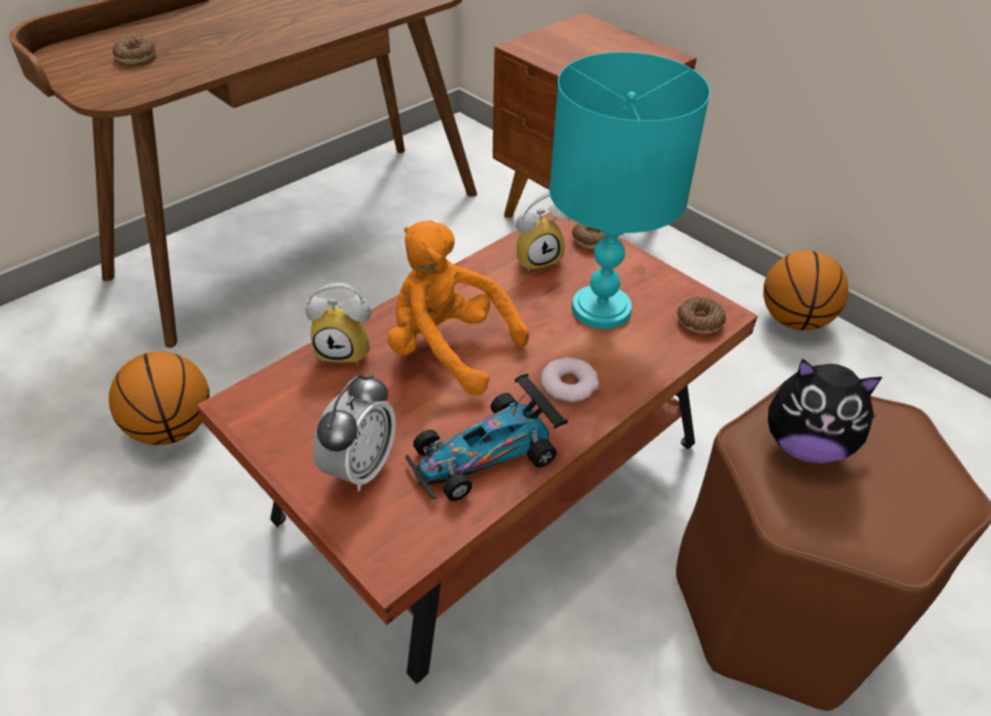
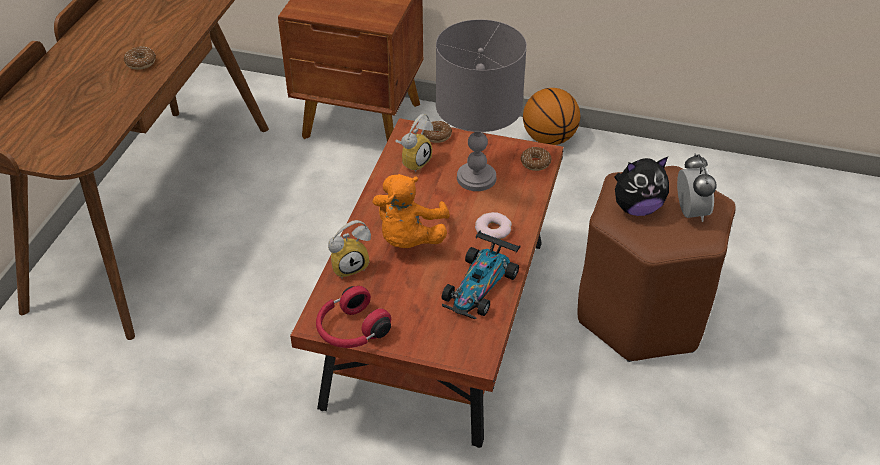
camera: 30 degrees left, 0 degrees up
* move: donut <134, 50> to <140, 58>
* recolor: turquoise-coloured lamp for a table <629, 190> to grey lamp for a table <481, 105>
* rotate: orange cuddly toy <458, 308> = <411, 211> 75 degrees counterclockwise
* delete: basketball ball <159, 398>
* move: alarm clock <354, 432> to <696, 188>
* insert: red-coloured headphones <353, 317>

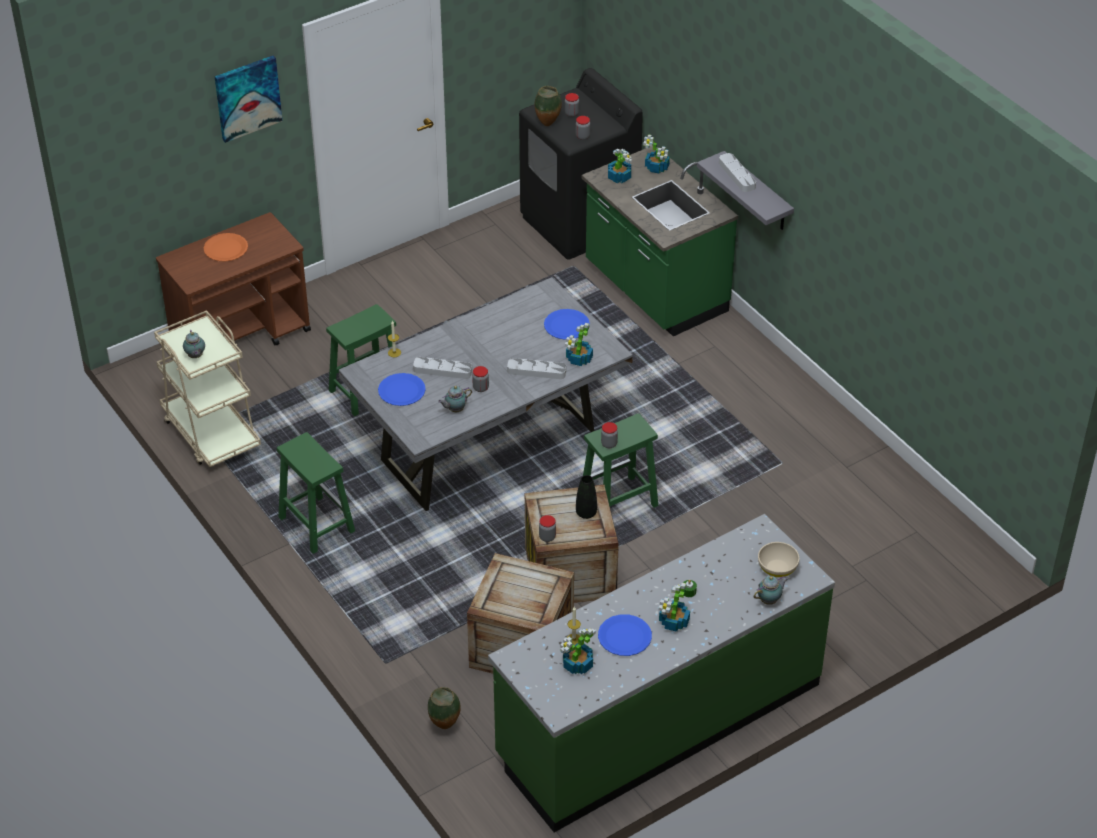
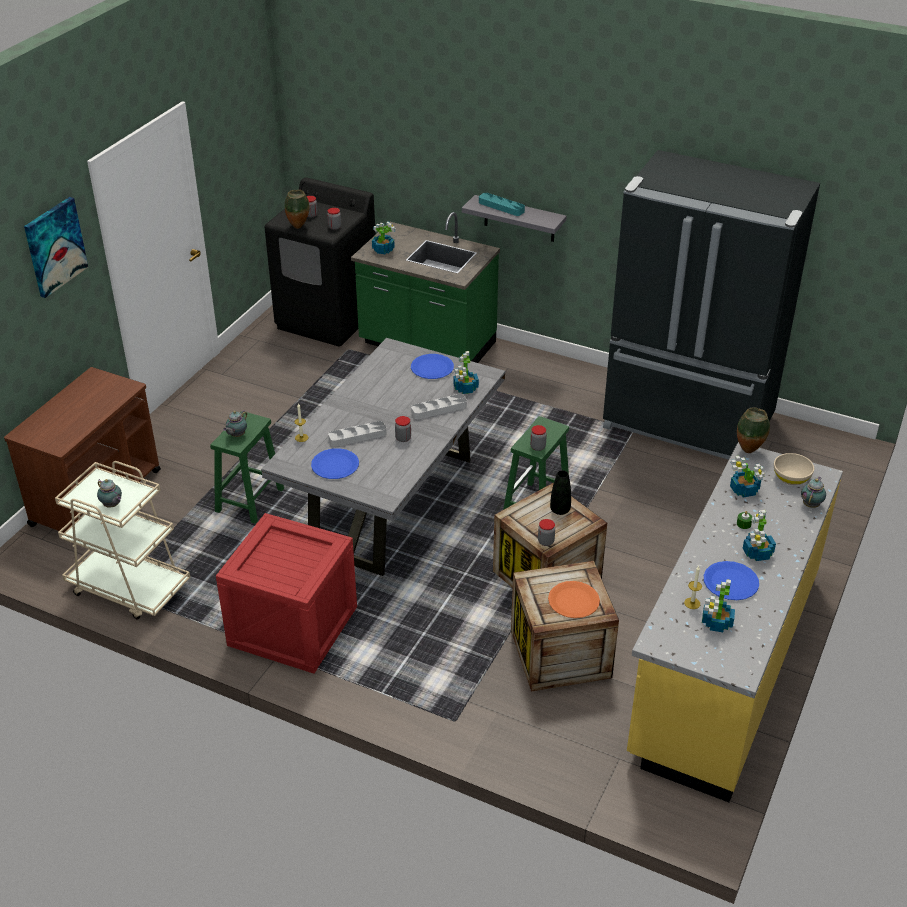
camera: 30 degrees left, 5 degrees down
* move: plant in a pot <656, 154> to <747, 476>
* recolor: grey serving tray <737, 172> to turquoise-coloured serving tray <502, 204>
* move: orange plate <226, 247> to <574, 599>
* move: tea pot <455, 399> to <235, 423>
* replace: green-coloured sitting stool <316, 493> to shipping crate <286, 593>
* recolor: green-coloured kitchen base unit <661, 673> to yellowish kitchen base unit <735, 622>
* move: flower vase <444, 708> to <753, 430>
* insert: blackish kitchen fridge <711, 305>

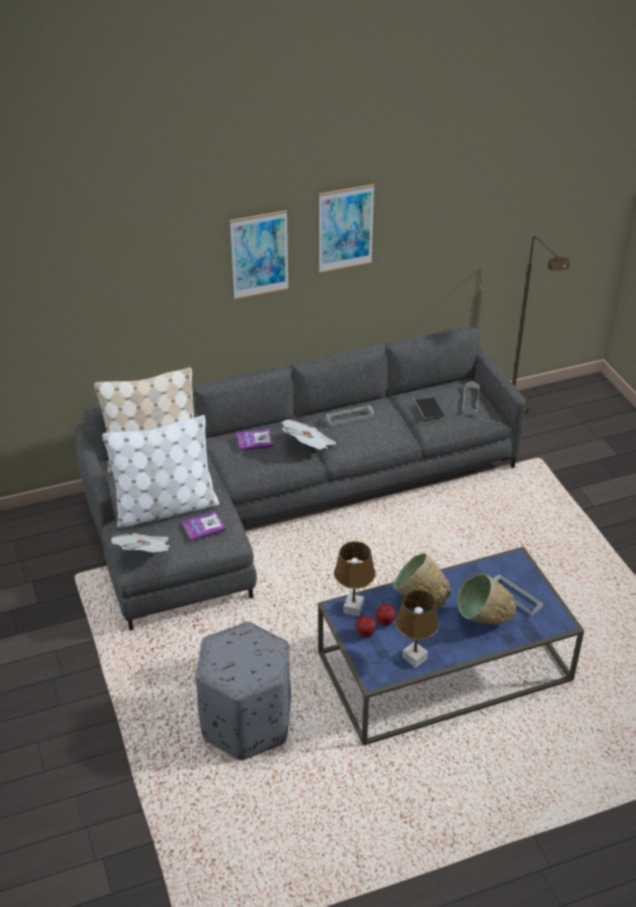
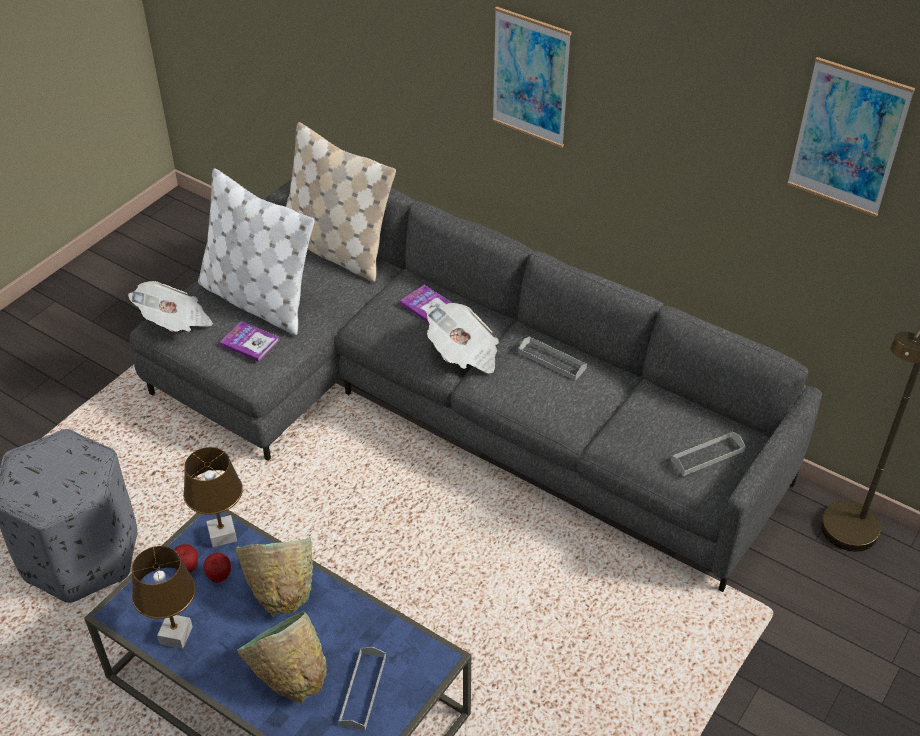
camera: 55 degrees right, 5 degrees up
* move: picture <347, 228> to <851, 137>
* delete: blackish book <429, 408>

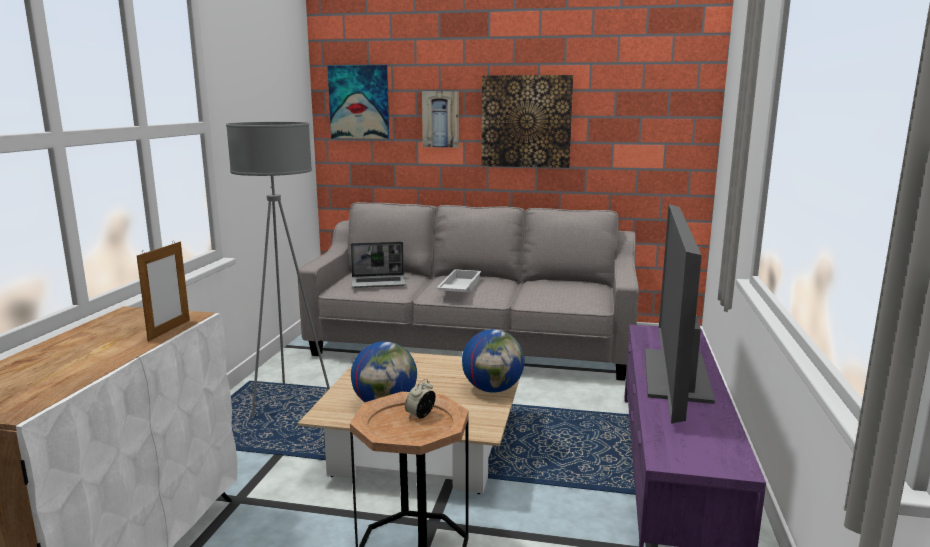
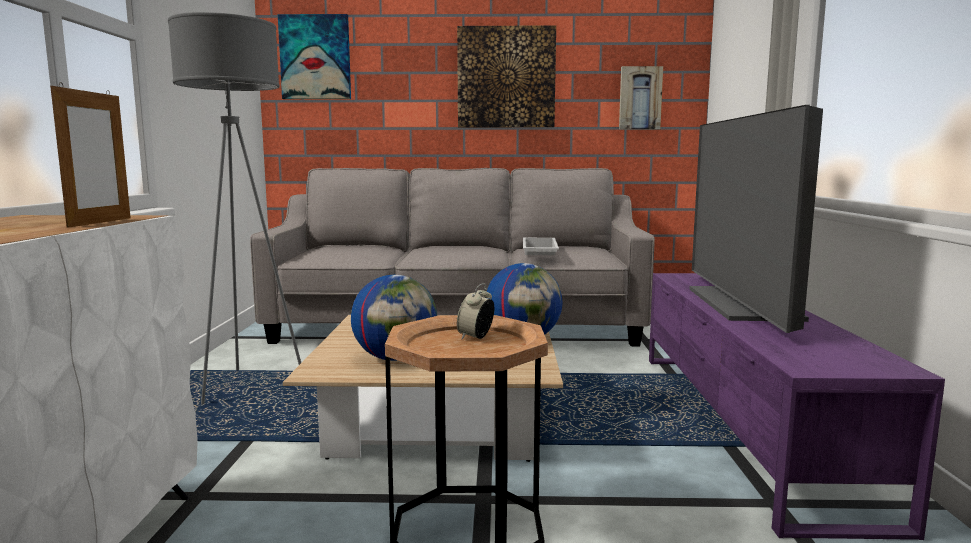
camera: 10 degrees left, 5 degrees down
* move: picture <440, 120> to <641, 97>
* delete: portable computer <378, 265>
* move: white serving tray <458, 280> to <541, 246>

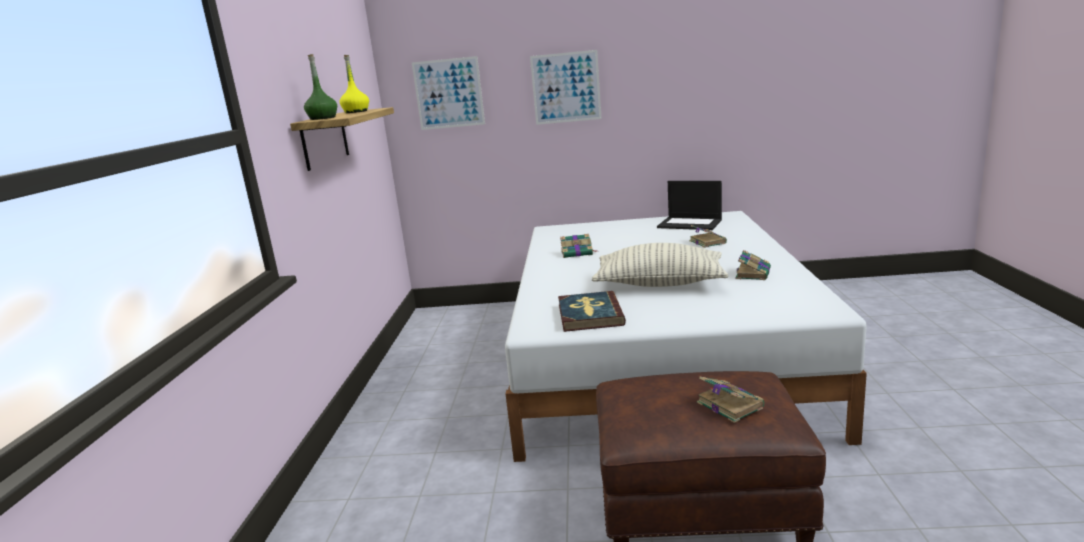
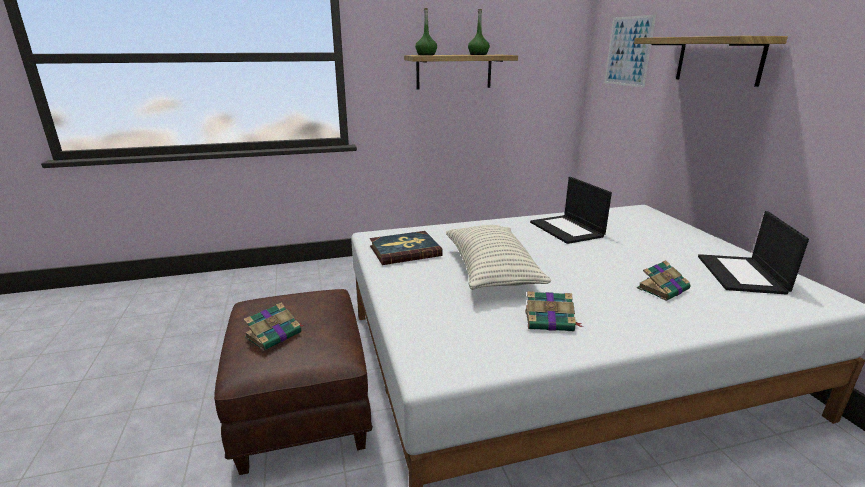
camera: 70 degrees right, 5 degrees up
* replace: picture <566, 87> to wall shelf <711, 61>
* recolor: yellowish beverage bottle <354, 84> to green-coloured beverage bottle <479, 32>
* replace: book <579, 246> to portable computer <571, 210>

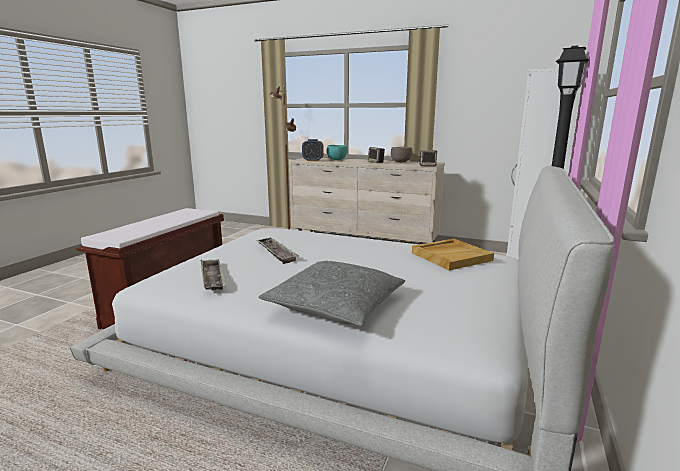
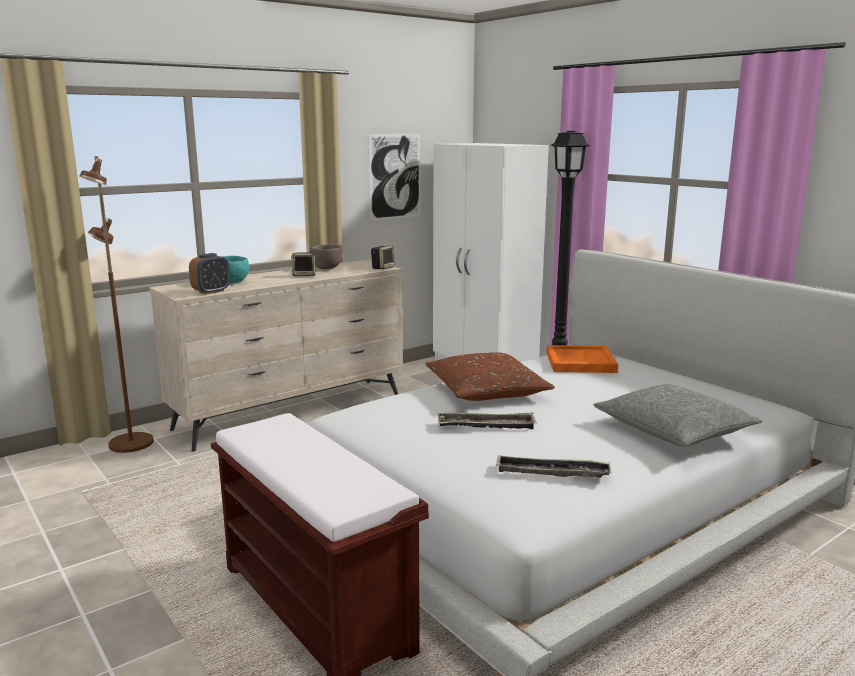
camera: 60 degrees left, 0 degrees up
* recolor: beige-coloured serving tray <453, 254> to orange serving tray <582, 359>
* insert: picture <394, 177>
* insert: brown-coloured pillow <490, 376>

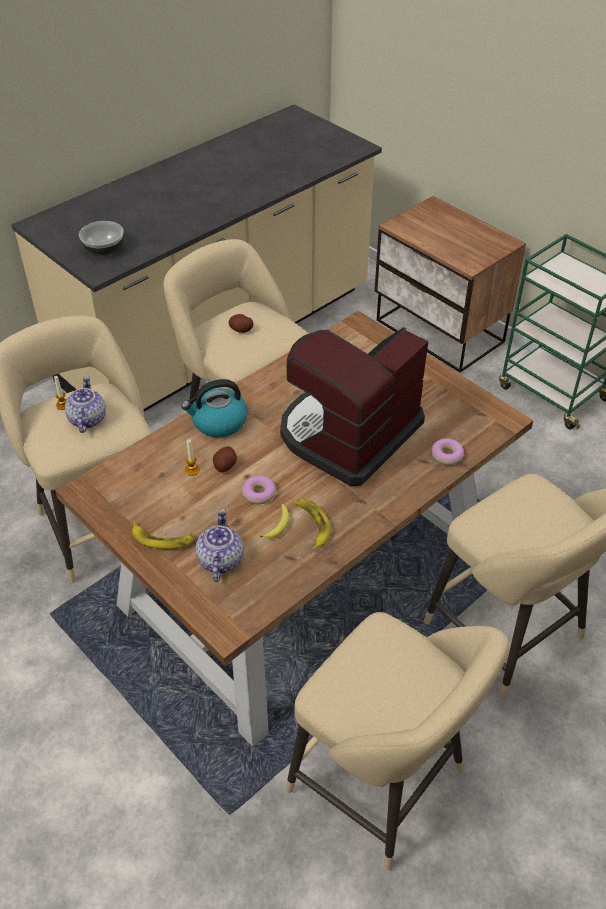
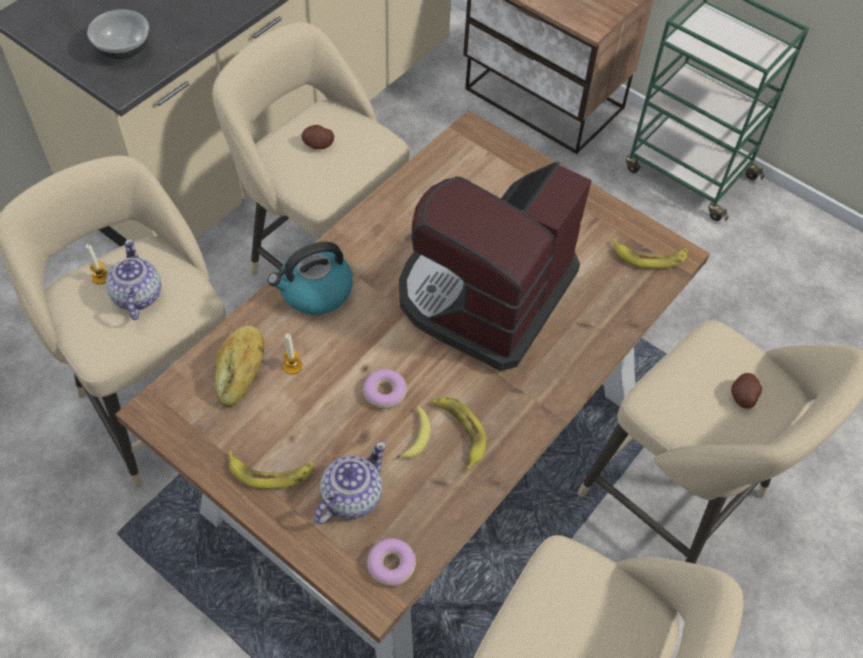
camera: 10 degrees left, 10 degrees up
* move: donut <447, 451> to <391, 562>
* move: potato <225, 459> to <746, 391>
* rotate: tea pot <220, 545> = <350, 483> 45 degrees clockwise
* insert: whole banana <649, 254>
* insert: bread <239, 366>

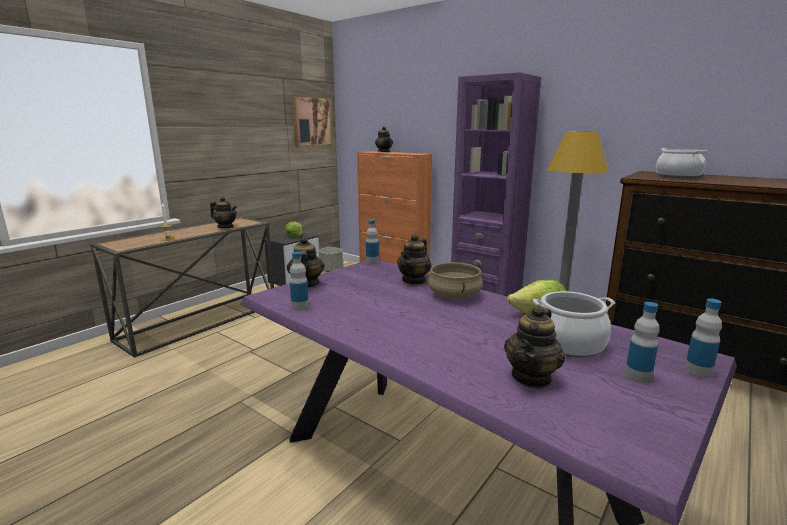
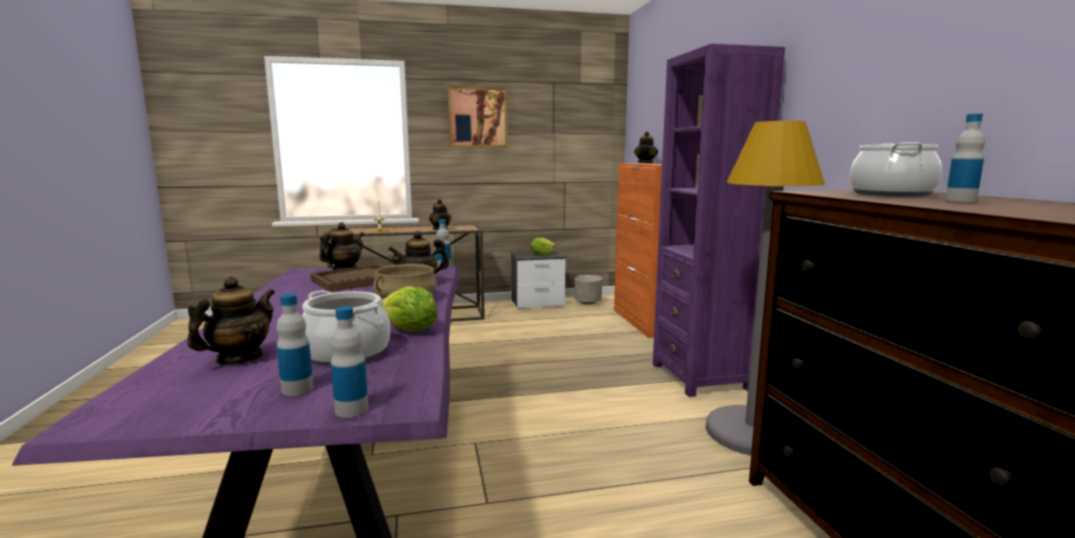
camera: 40 degrees right, 5 degrees down
* move: picture <312, 121> to <478, 117>
* move: beverage bottle <299, 281> to <965, 158>
* rotate: tea pot <534, 347> = <231, 320> 135 degrees clockwise
* insert: brown-coloured serving tray <347, 278>

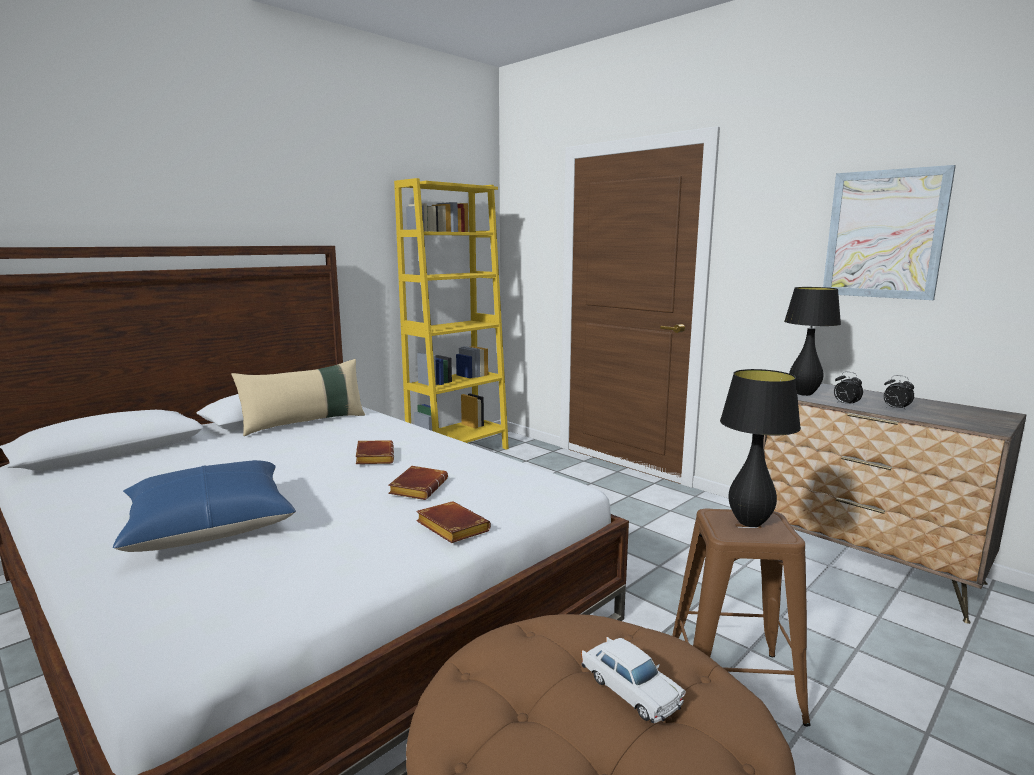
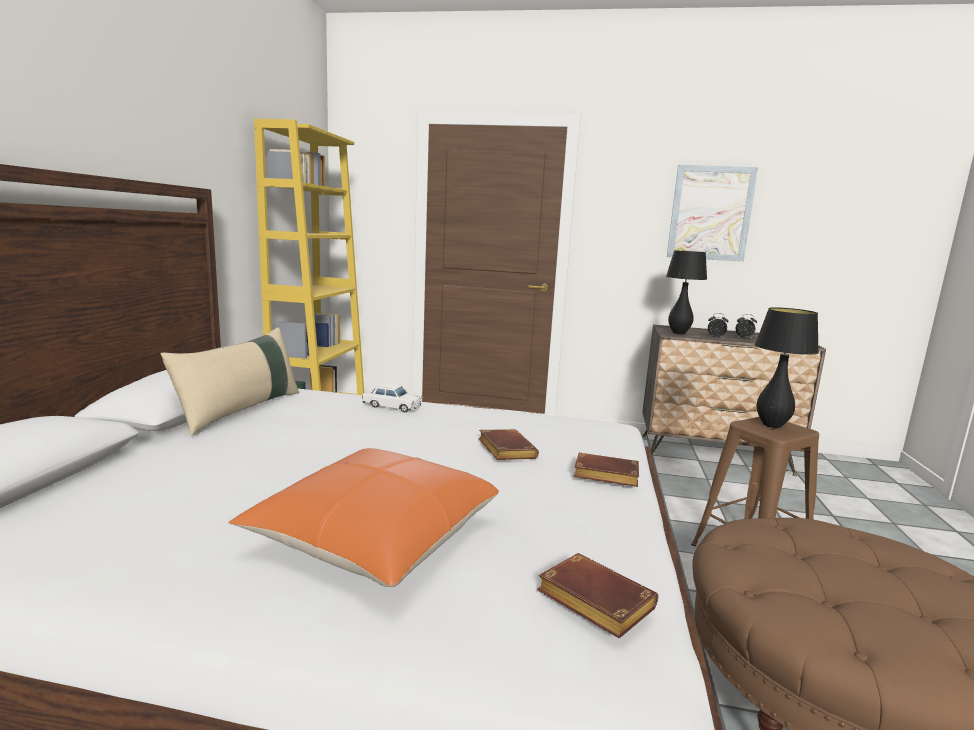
camera: 35 degrees left, 0 degrees up
* move: brown-coloured book <375, 452> to <597, 596>
* recolor: bluish pillow <204, 506> to orange pillow <363, 517>
* move: white miniature car <633, 680> to <392, 397>

